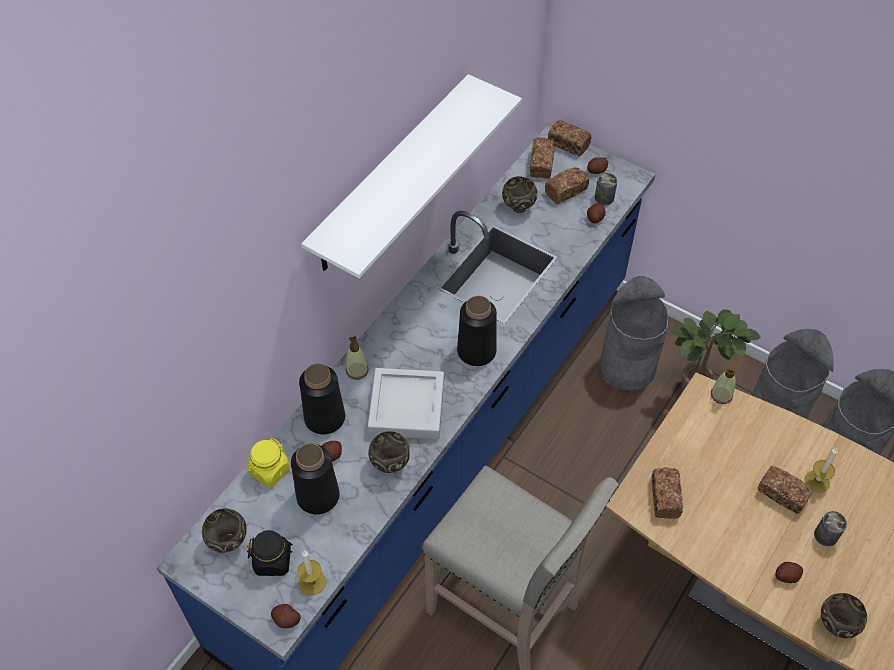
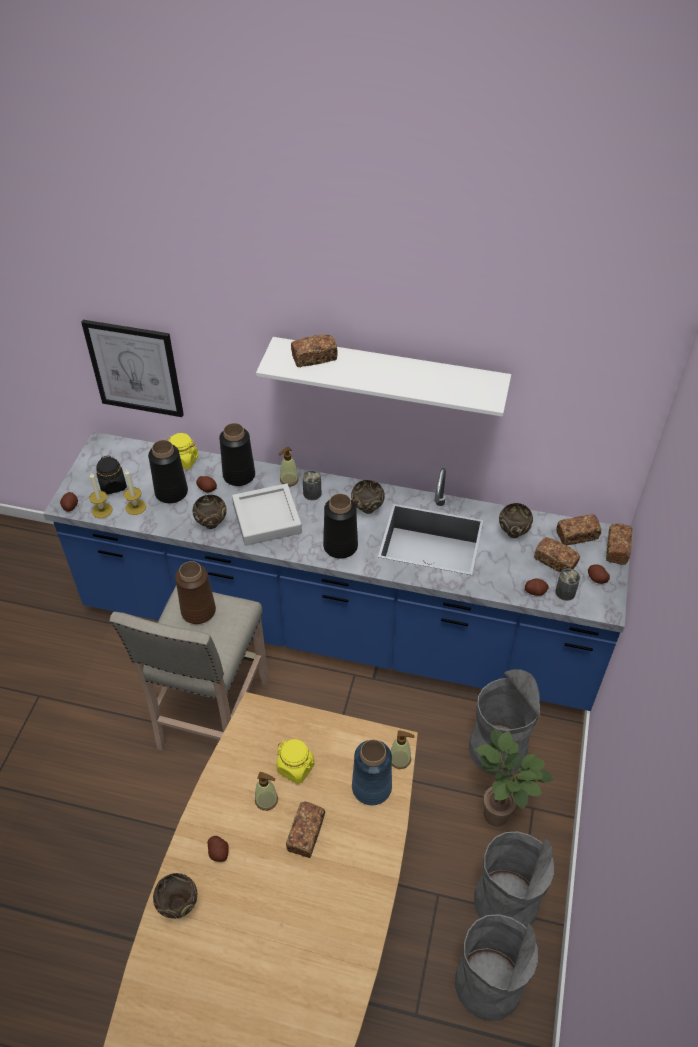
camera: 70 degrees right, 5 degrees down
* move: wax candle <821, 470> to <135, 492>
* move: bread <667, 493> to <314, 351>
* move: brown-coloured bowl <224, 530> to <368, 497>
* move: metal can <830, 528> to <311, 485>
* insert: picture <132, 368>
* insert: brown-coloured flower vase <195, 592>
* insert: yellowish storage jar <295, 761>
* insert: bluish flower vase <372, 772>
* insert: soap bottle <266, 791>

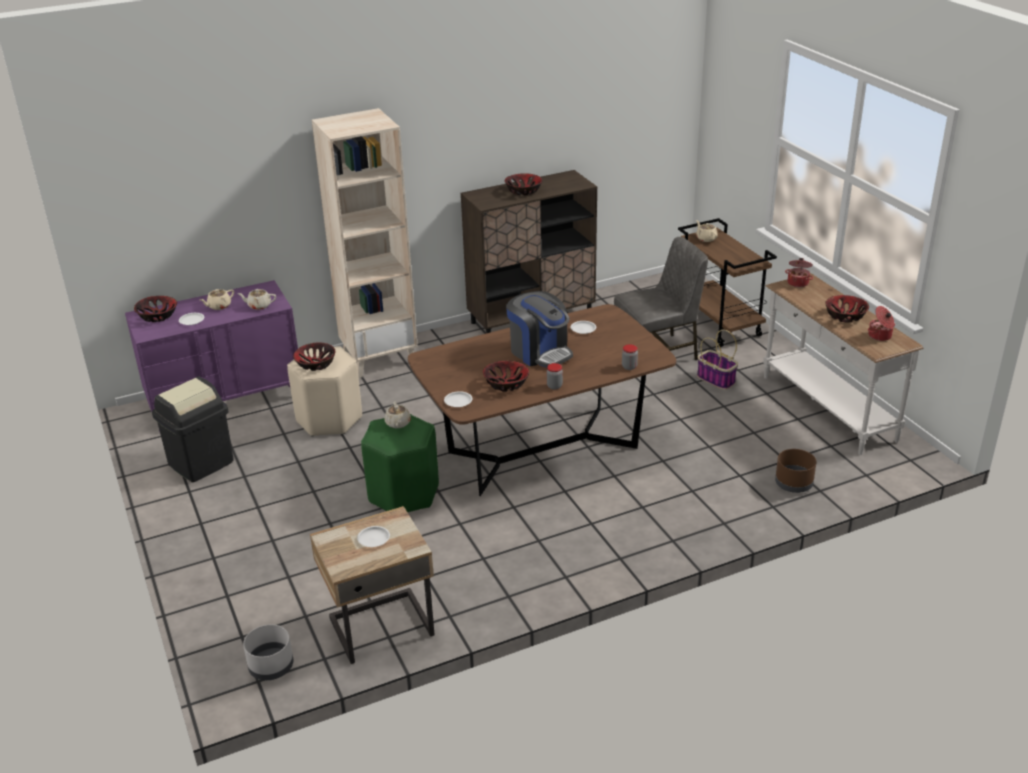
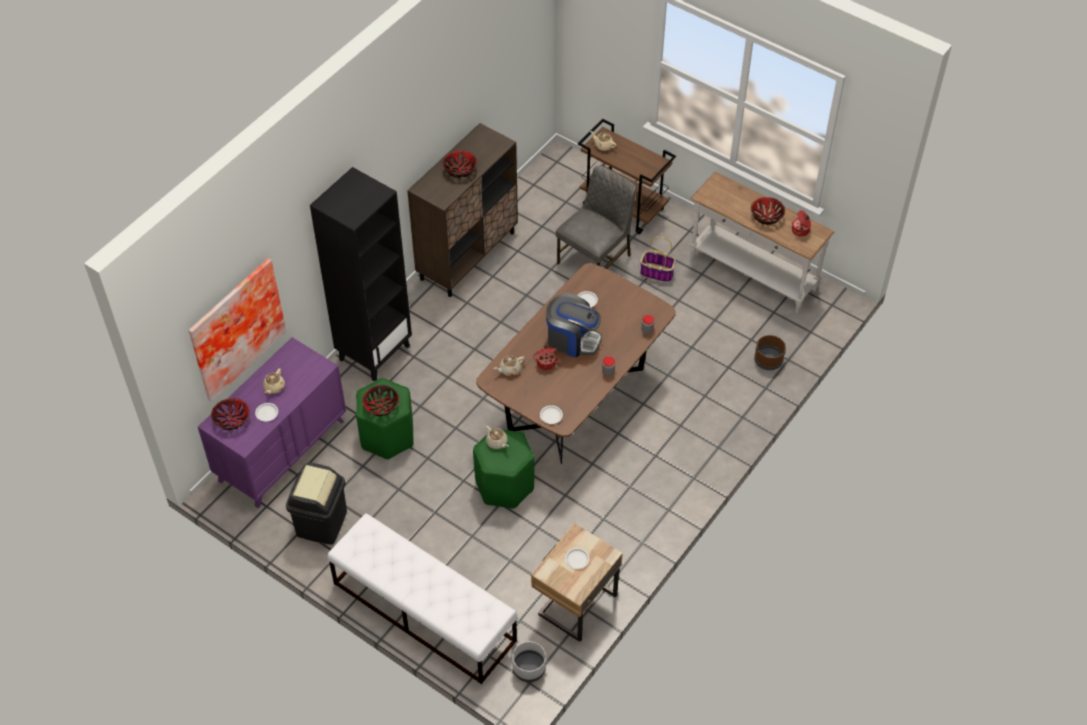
camera: 30 degrees left, 20 degrees up
* recolor: beige-coloured bookcase <365, 243> to blackish bookcase <361, 274>
* move: saucepot <799, 272> to <546, 357>
* move: beige-coloured tea pot <256, 299> to <509, 365>
* recolor: beige-coloured sitting stool <324, 391> to green-coloured sitting stool <384, 418>
* delete: bowl <506, 376>
* insert: picture <237, 330>
* insert: white indoor bench <422, 599>

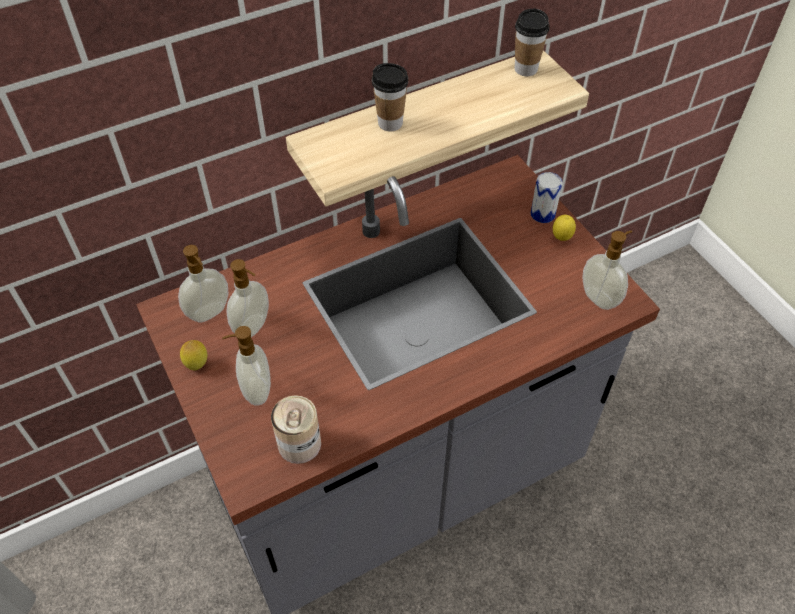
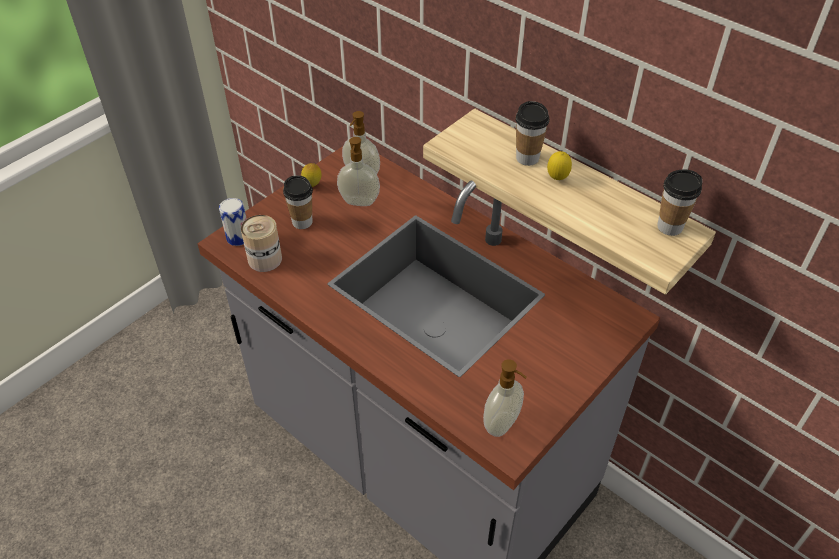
camera: 70 degrees right, 5 degrees down
* move: metal can <547, 197> to <233, 222>
* move: citrus fruit <564, 228> to <559, 165>
* replace: soap bottle <246, 365> to drinking cup <298, 202>

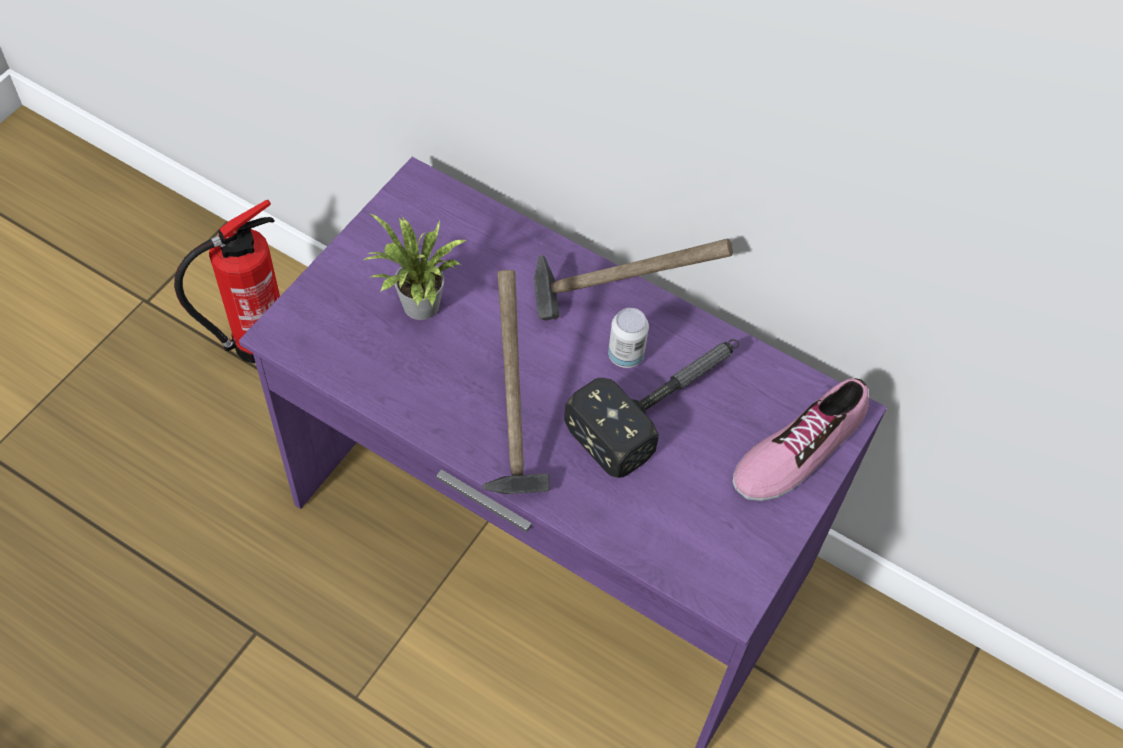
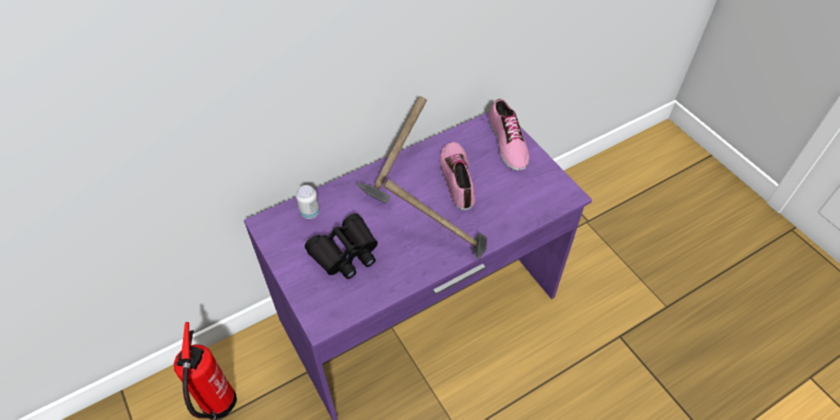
camera: 60 degrees left, 5 degrees down
* replace: plant in a pot <416, 267> to blackish pair of binoculars <341, 246>
* move: metal can <628, 338> to <308, 202>
* replace: hammer <651, 408> to shoe <458, 176>

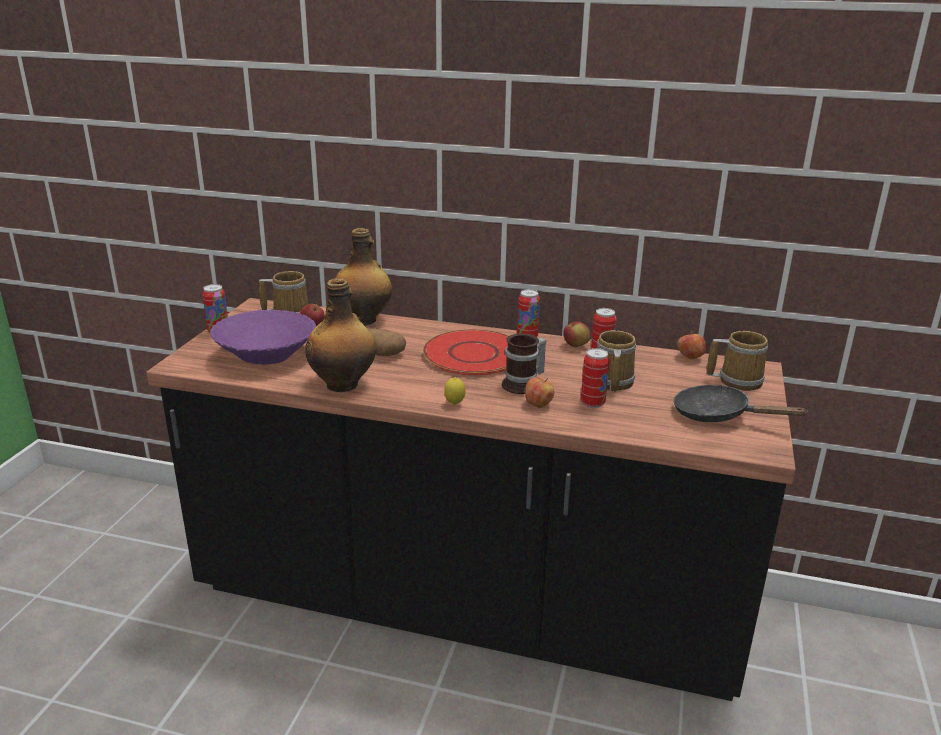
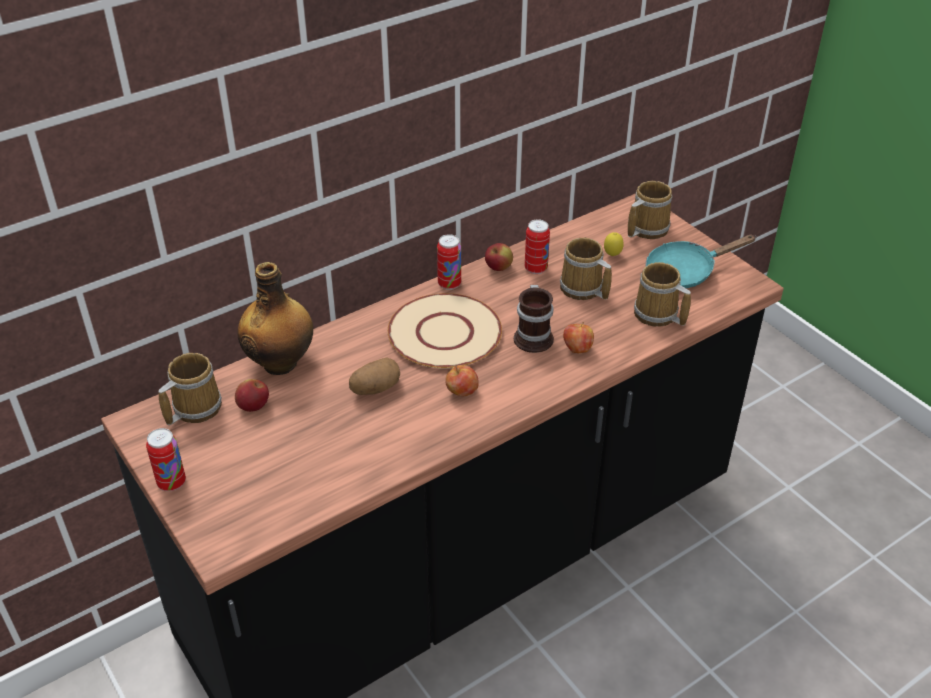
camera: 50 degrees left, 15 degrees up
* delete: beverage bottle <340, 335>
* delete: purple-coloured bowl <263, 337>
* recolor: red-coloured plate <465, 352> to beige-coloured plate <445, 330>
* move: whole apple <692, 345> to <462, 380>
* delete: metal can <595, 378>
* move: citrus fruit <455, 391> to <614, 244>
* recolor: blackish skillet <740, 403> to turquoise-coloured skillet <700, 261>
* insert: tea mug <662, 294>

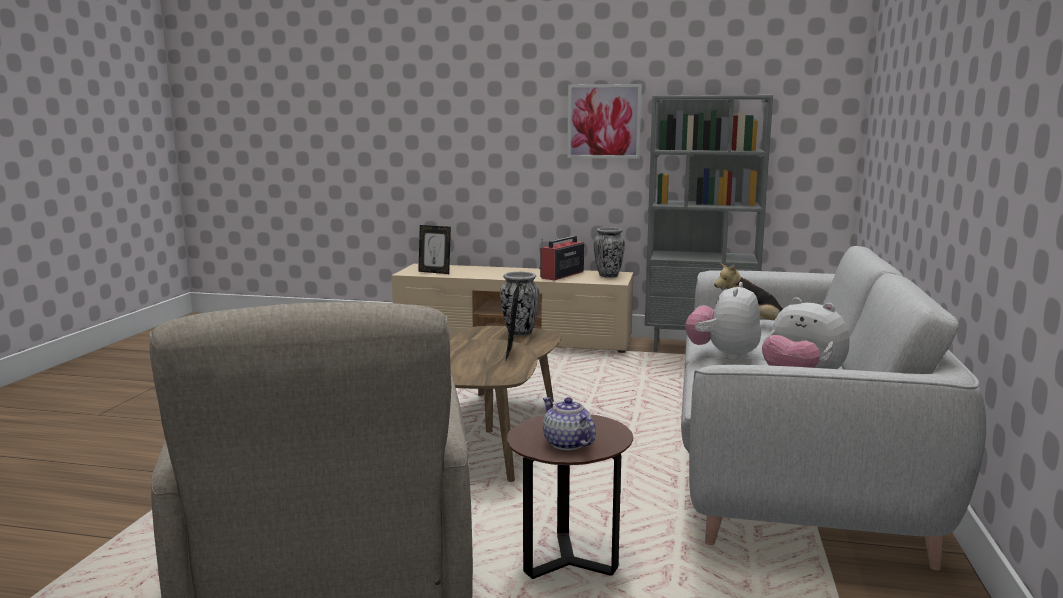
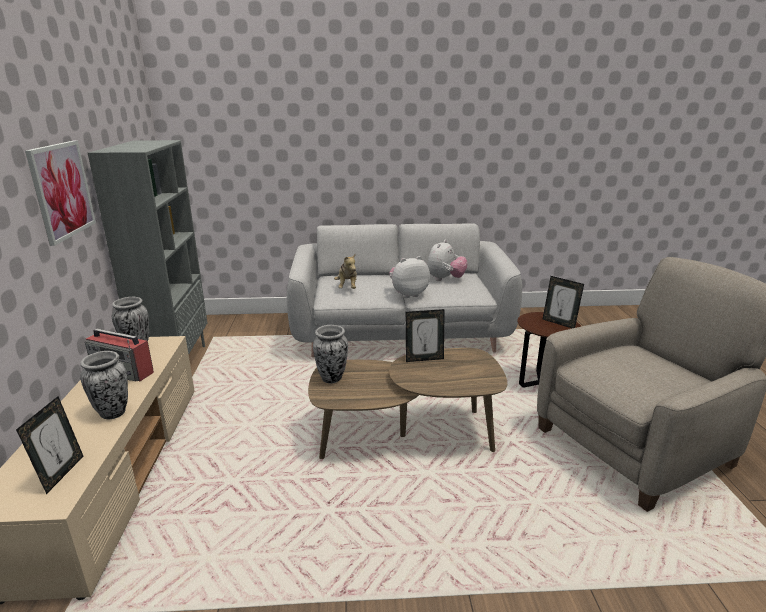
camera: 105 degrees left, 10 degrees up
* rotate: cuddly toy <723, 321> = <409, 277> 150 degrees clockwise
* replace: tea pot <569, 423> to picture frame <563, 302>
* insert: flower vase <104, 385>

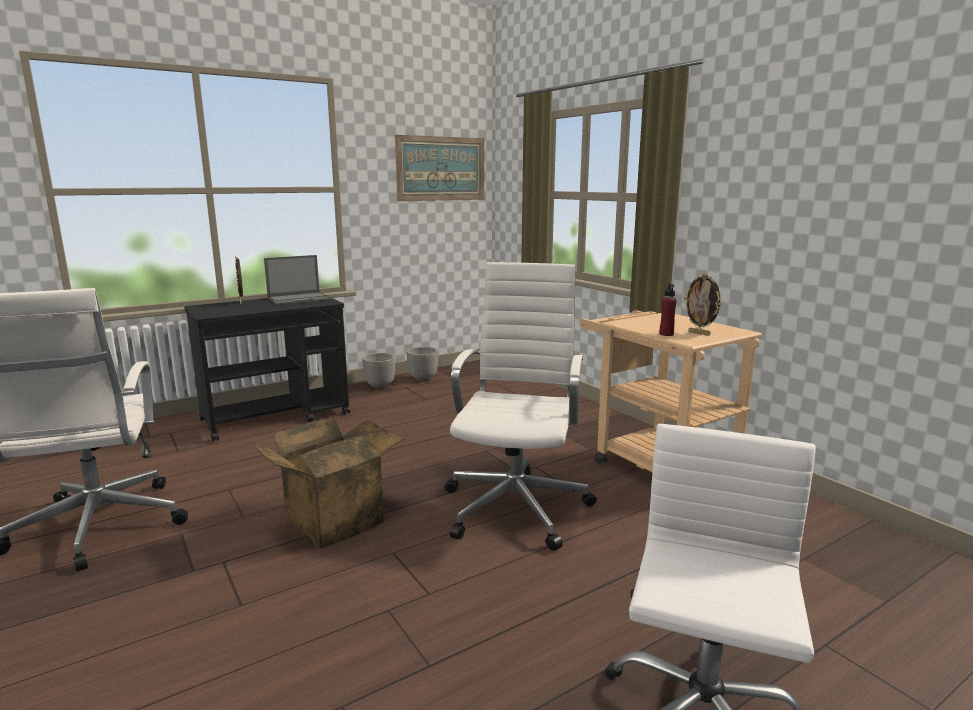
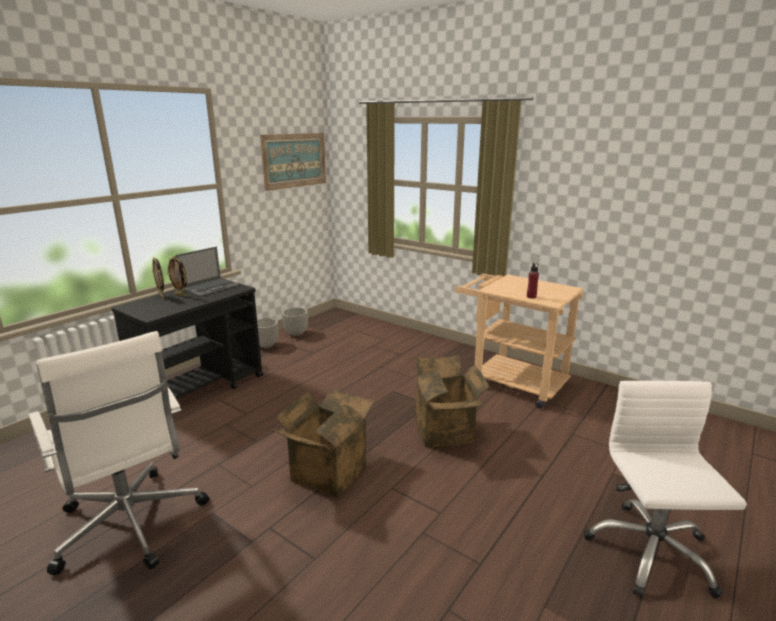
camera: 20 degrees left, 5 degrees up
* replace: white computer chair <521, 406> to packing box <451, 401>
* move: picture frame <703, 304> to <177, 276>

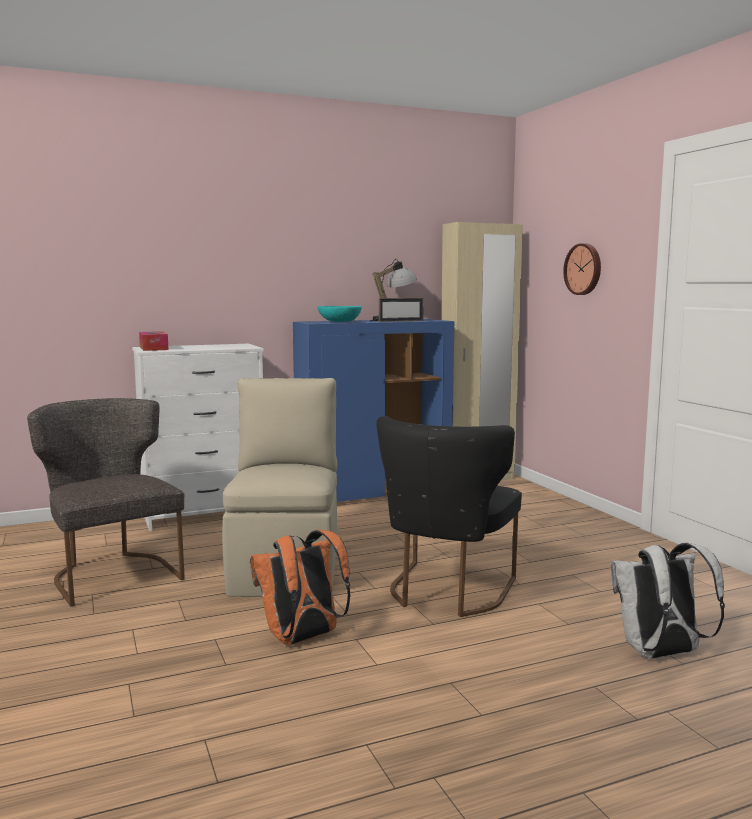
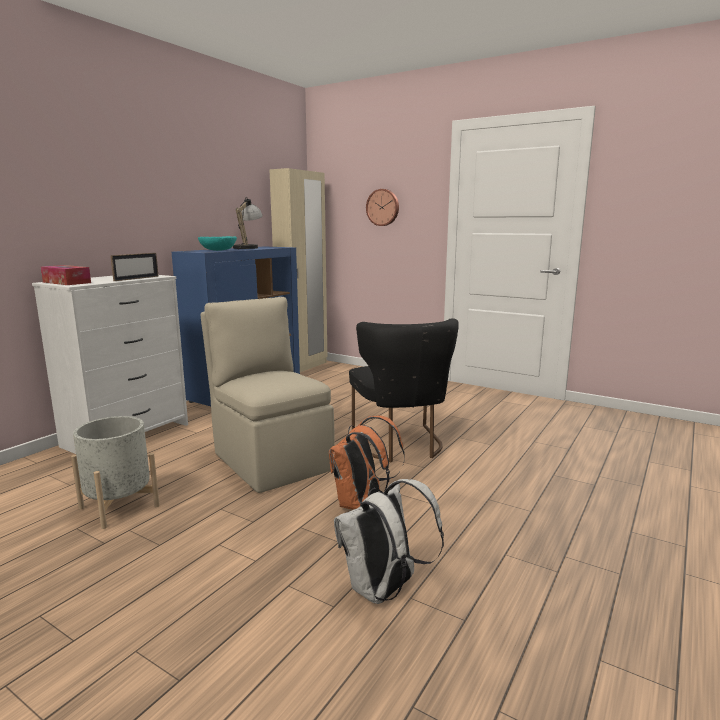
camera: 35 degrees left, 5 degrees up
* move: picture frame <401, 310> to <134, 267>
* replace: grey chair <106, 502> to grey plant pot <115, 472>
* move: white knapsack <668, 600> to <389, 541>

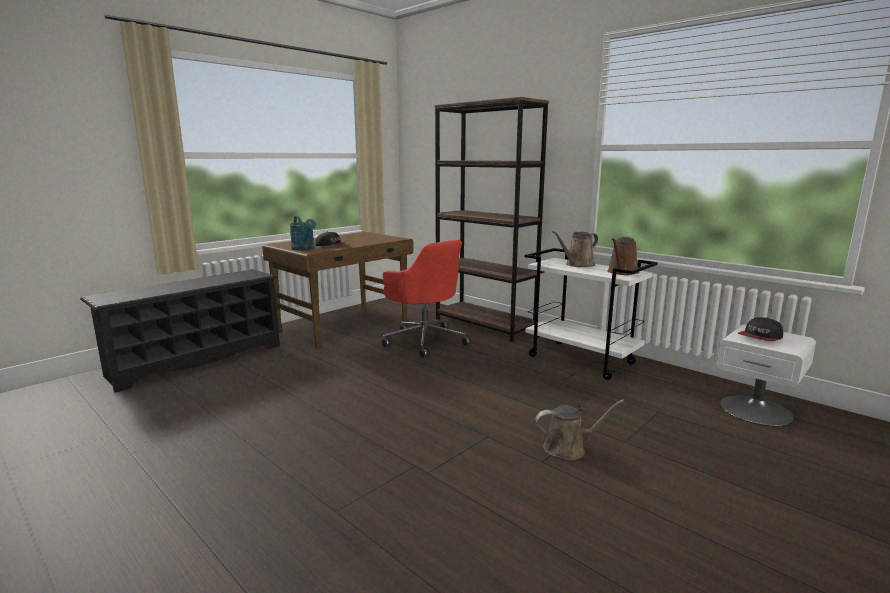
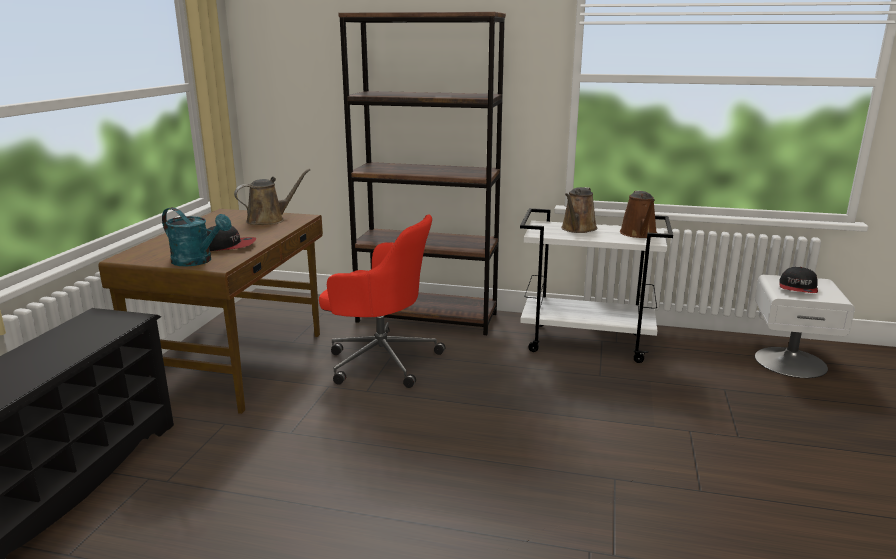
camera: 30 degrees left, 5 degrees up
* move: brown-coloured watering can <580, 429> to <272, 197>

